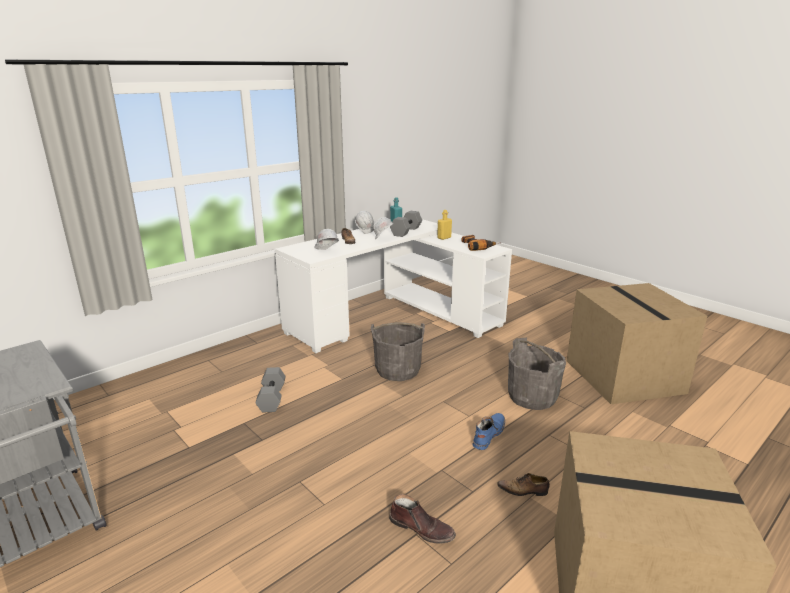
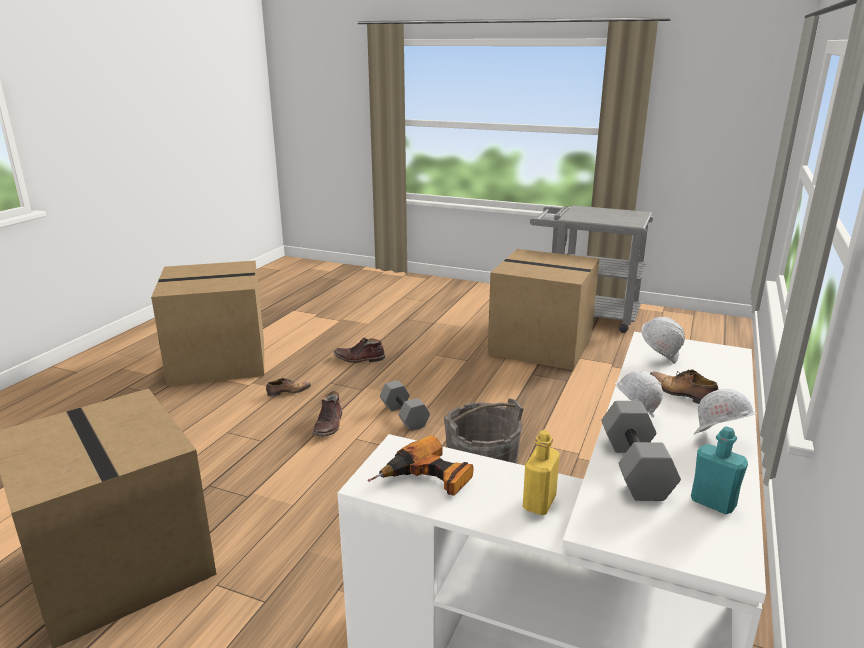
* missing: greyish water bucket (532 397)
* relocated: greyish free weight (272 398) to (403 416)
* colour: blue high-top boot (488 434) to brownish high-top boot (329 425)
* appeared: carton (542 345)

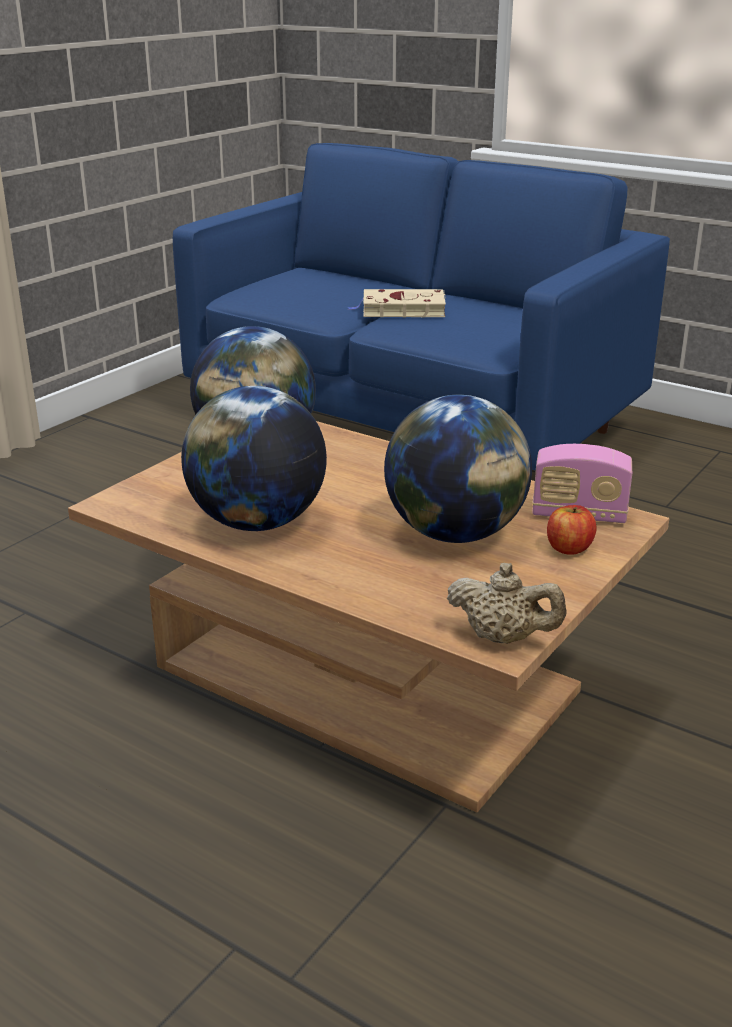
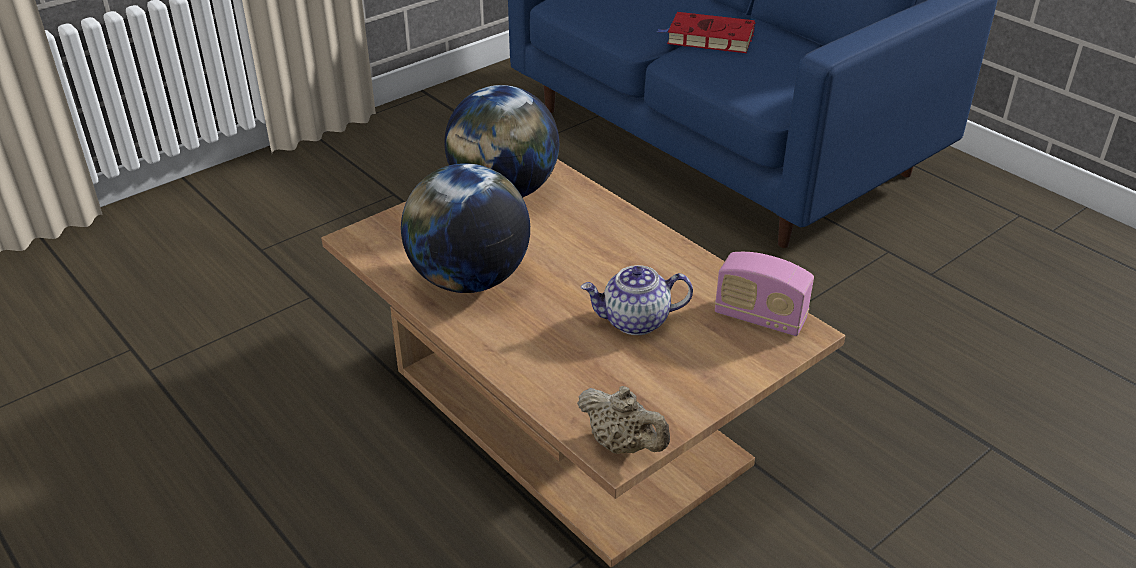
* colour: beige book (400 310) to reddish book (707 38)
* exchanged: globe (455 534) to pot for tea (635 321)
* missing: apple fruit (569 548)

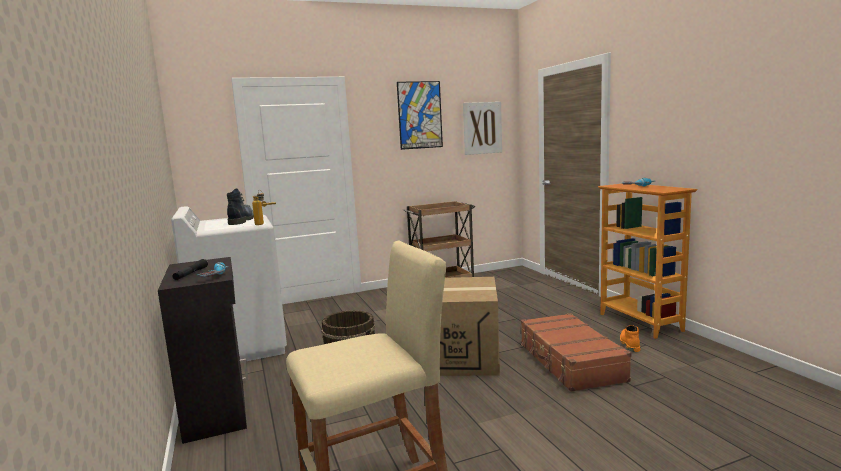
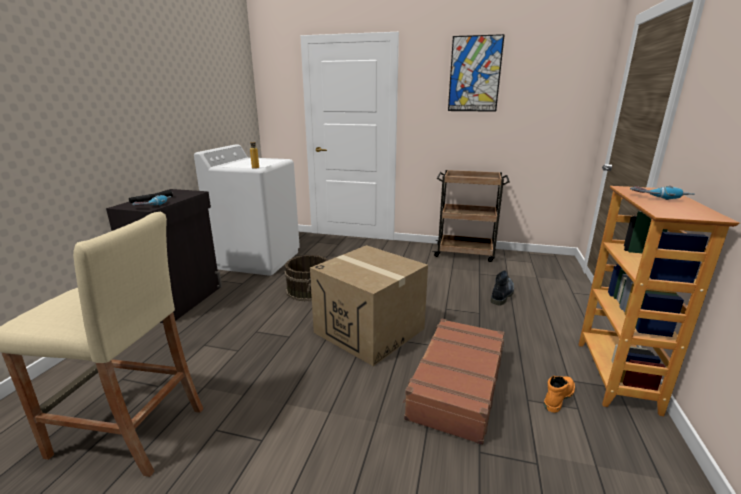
* missing: wall art (482 128)
* relocated: high-top boot (241 220) to (502 294)

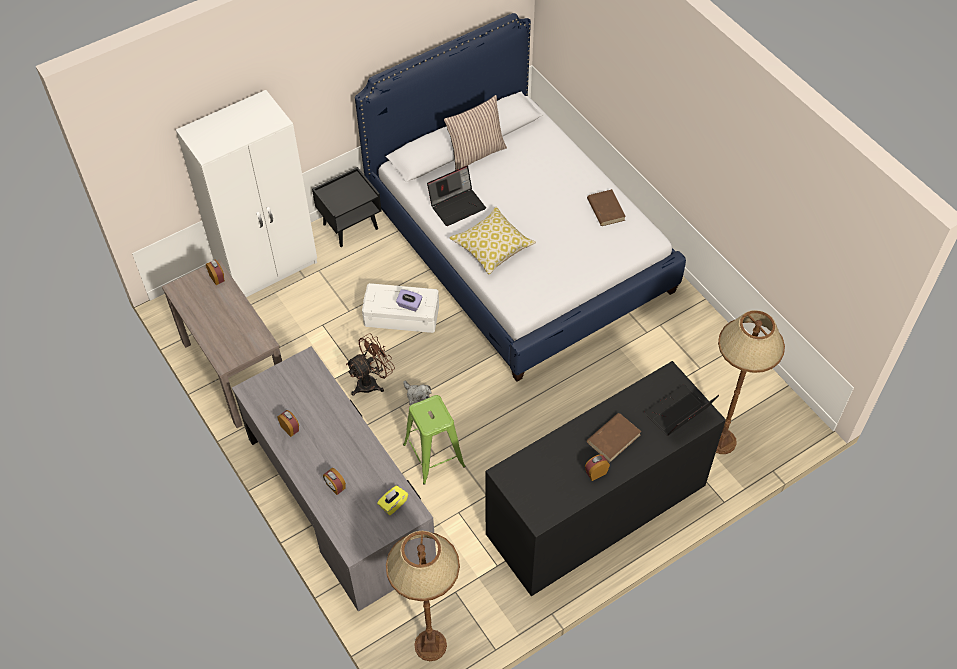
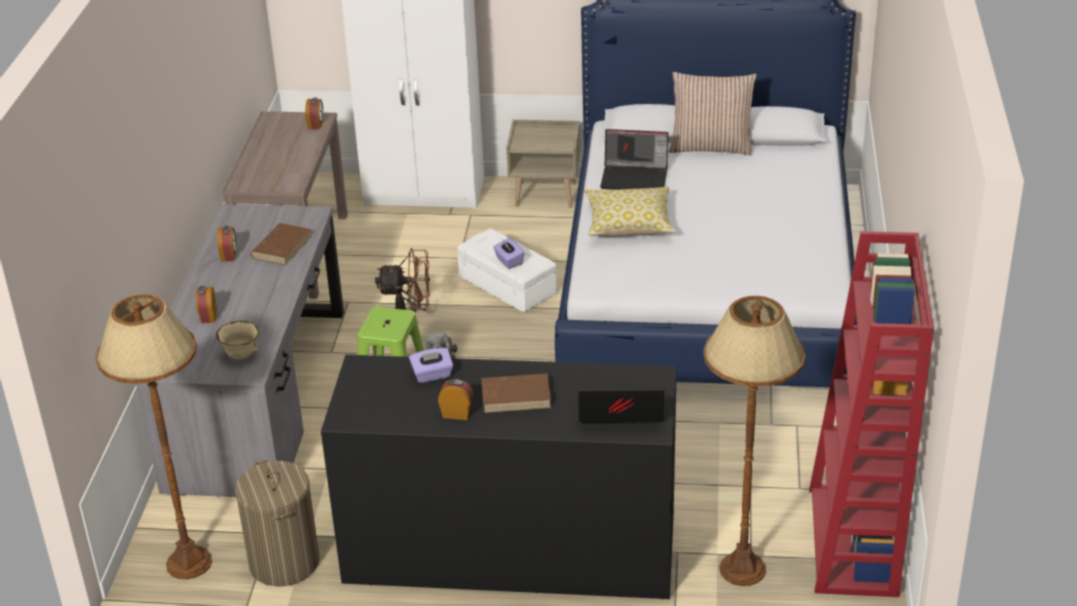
* colour: black-coloured bedside table (350 226) to beige bedside table (546 194)
* relocated: brownish book (605 209) to (282 247)
* exchanged: yellowish tissue box (393 504) to beige bowl (241 356)
* appeared: reddish bookcase (854 542)
* appeared: purple tissue box (432 375)
* appeared: laundry basket (284 562)

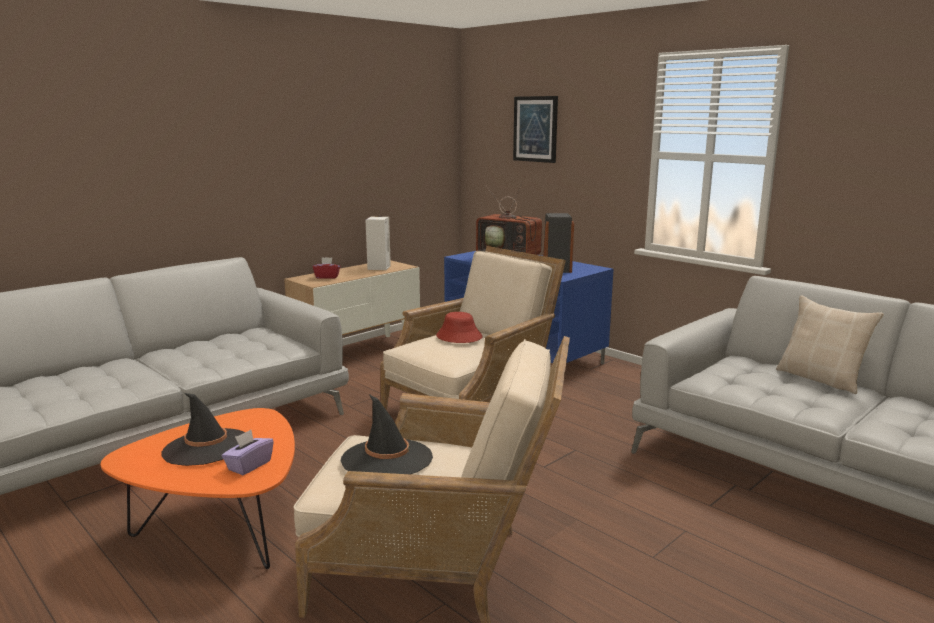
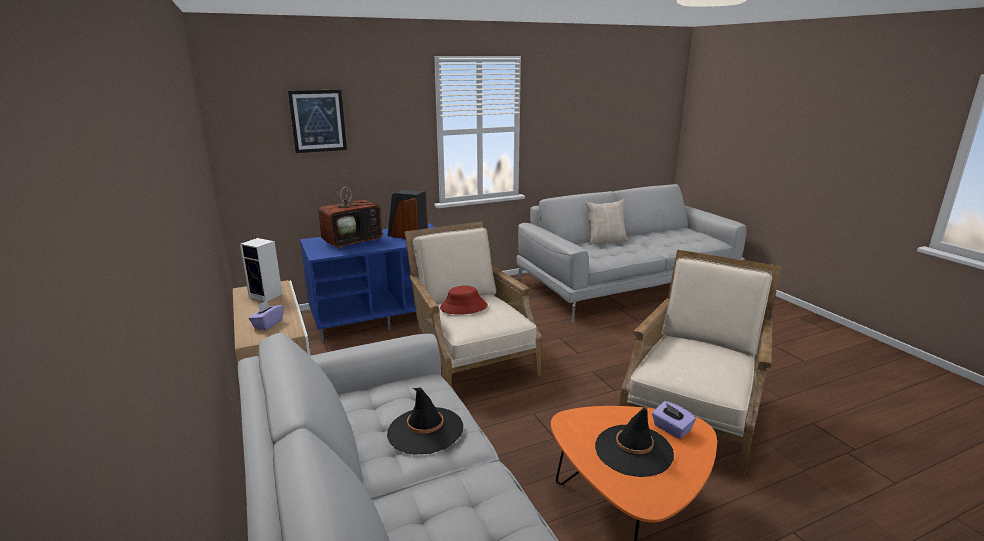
* colour: reddish tissue box (327 277) to purple tissue box (268 324)
* relocated: black-coloured clothing hat (387 459) to (425 430)

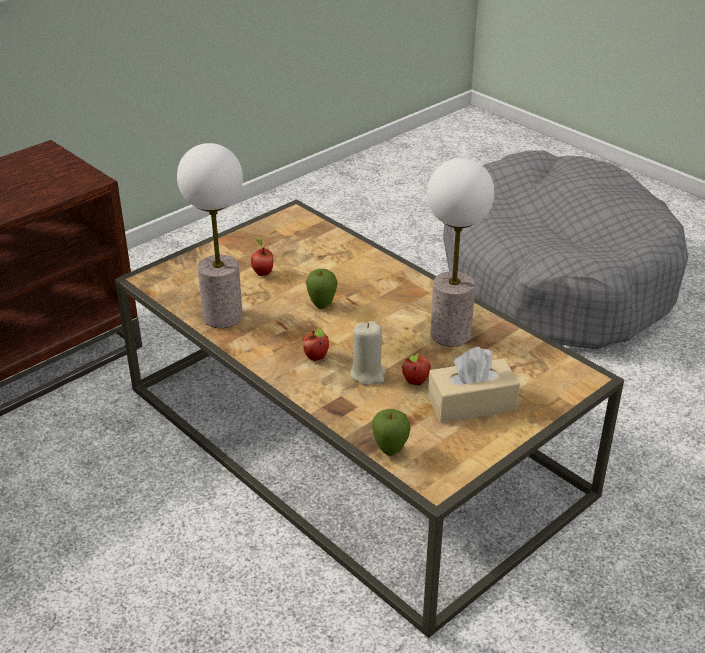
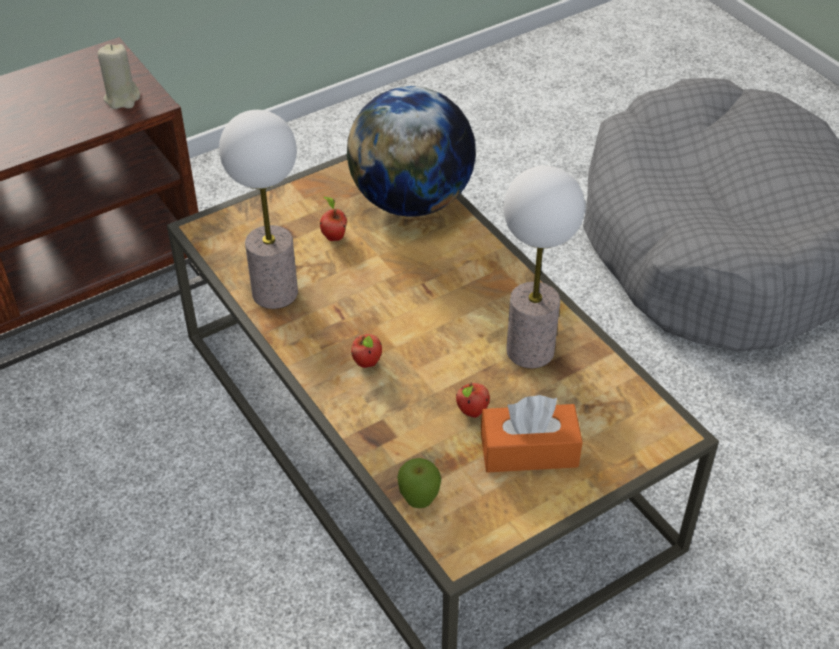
* missing: apple fruit (322 306)
* relocated: beige wax light (368 374) to (122 98)
* colour: beige tissue box (471 403) to orangey tissue box (529 450)
* appeared: globe (412 201)

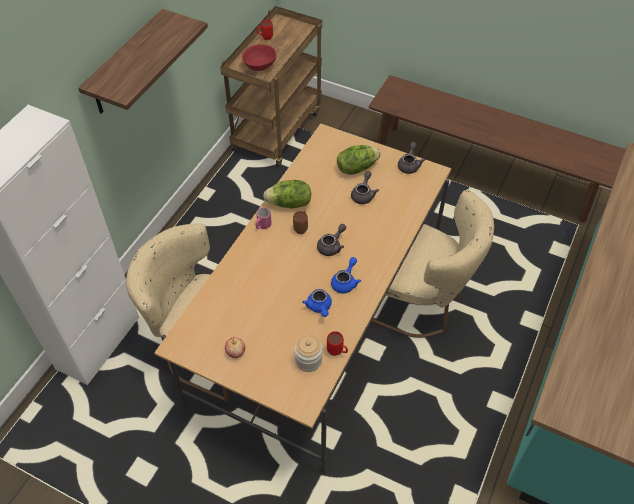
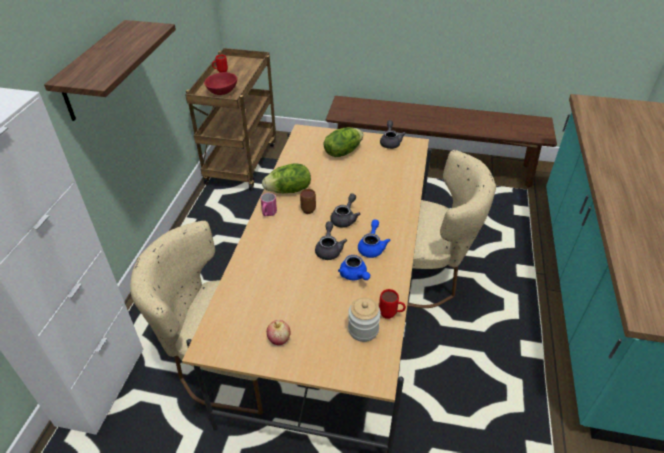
* relocated: greyish pot for tea (363 194) to (329 249)

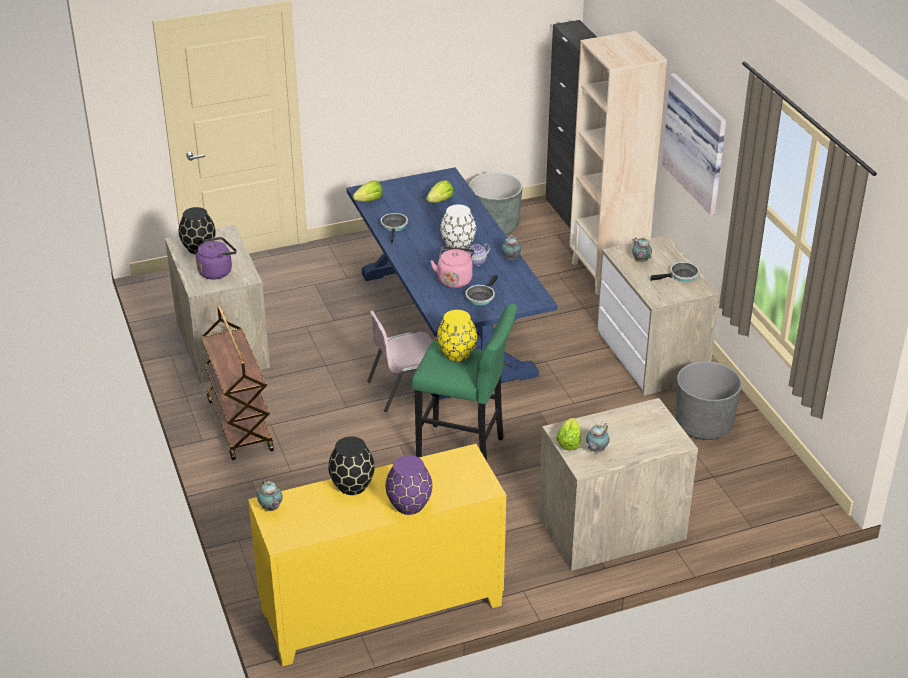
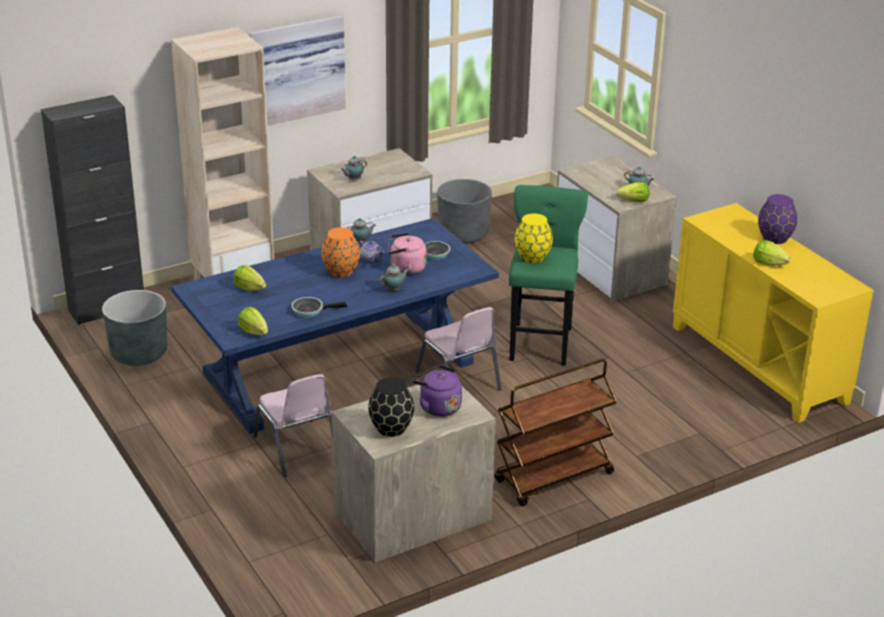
* colour: white flower vase (457 245) to orangey flower vase (340 272)
* missing: frying pan (681 276)
* exchanged: black-coloured flower vase (353 485) to lettuce head (769 263)
* relocated: pot for tea (271 509) to (394 290)
* appeared: pinkish chair (297 449)

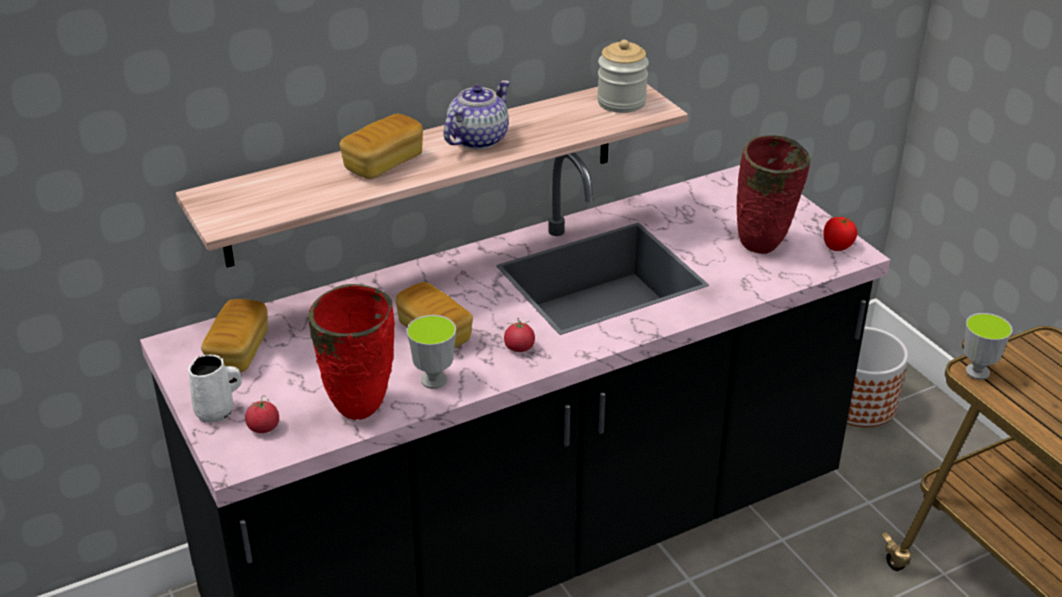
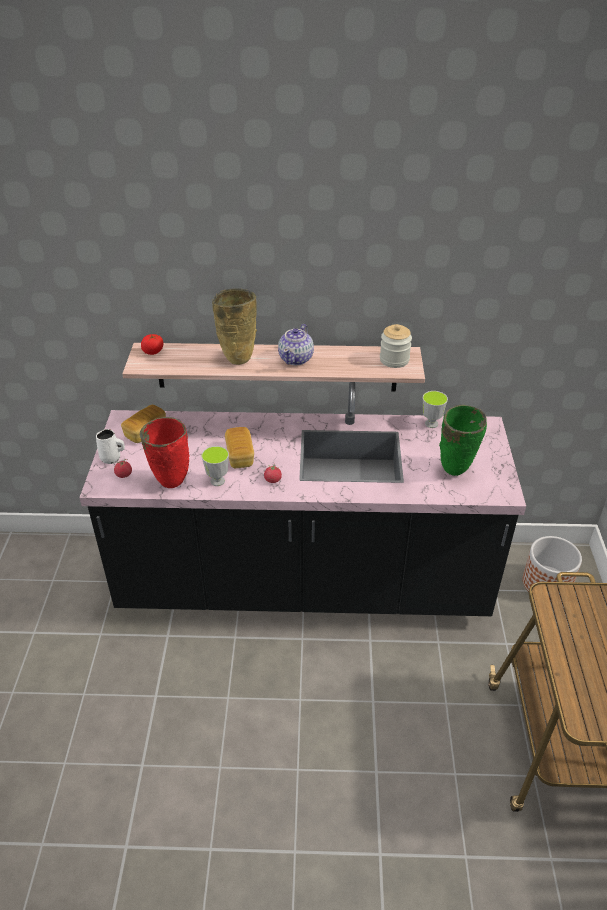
* spun: pot for tea (477 140) = (296 358) 135 degrees clockwise
* exchanged: bread (383 163) to beige flower vase (238 357)
* colour: reddish flower vase (763 247) to green-coloured flower vase (455 471)
* relocated: fresh tomato (837 246) to (153 352)
* relocated: cup (977 372) to (431 424)

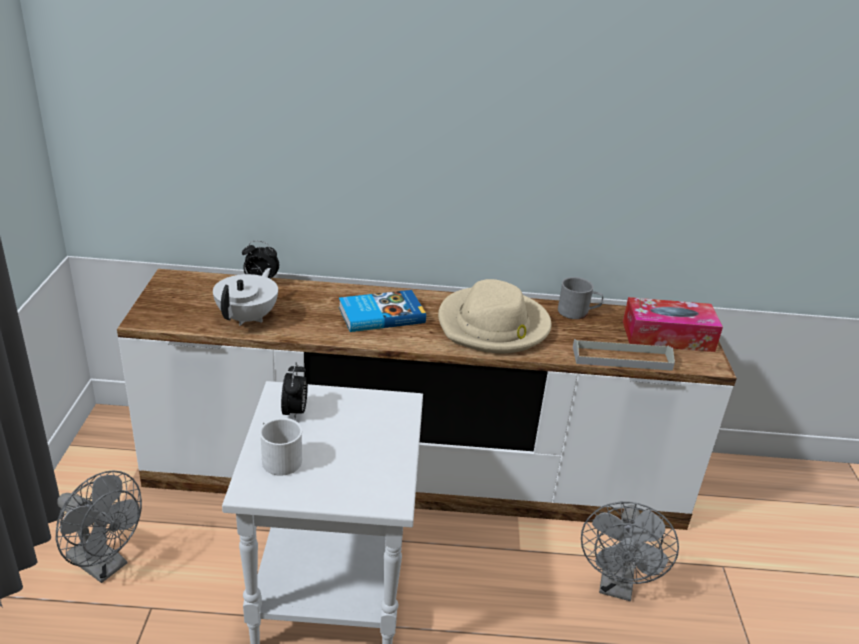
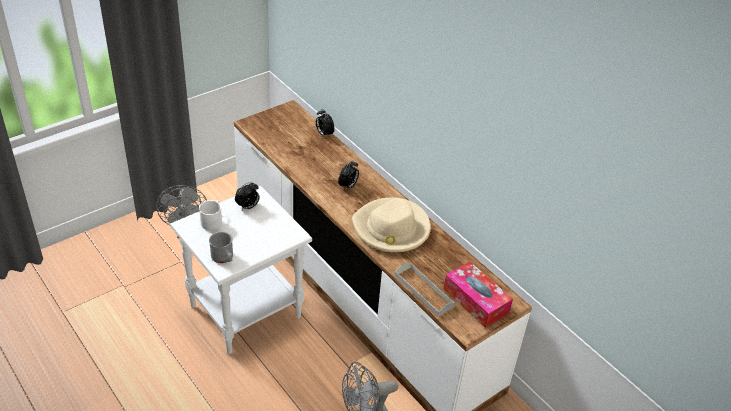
* missing: white pot for tea (248 317)
* relocated: greyish mug (578 312) to (223 258)
* exchanged: book (380 314) to table clock (348 186)

